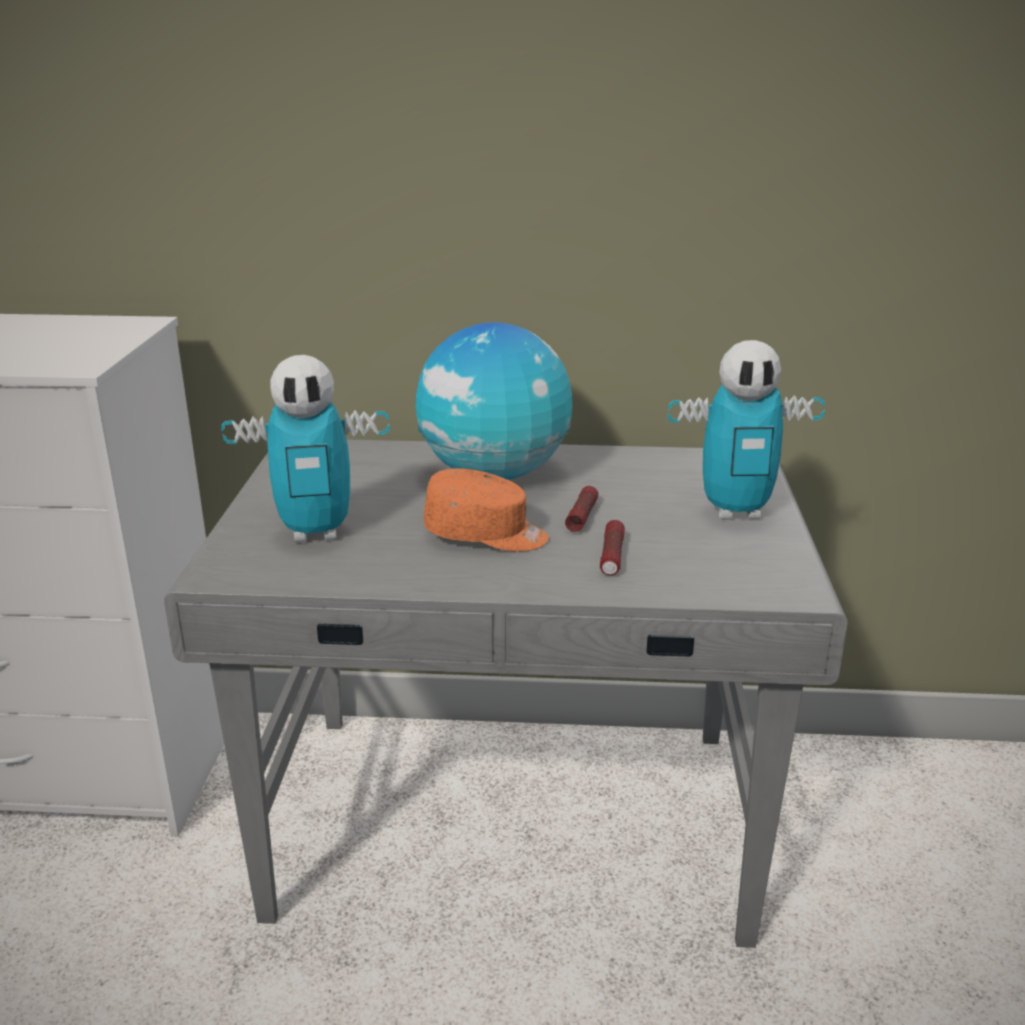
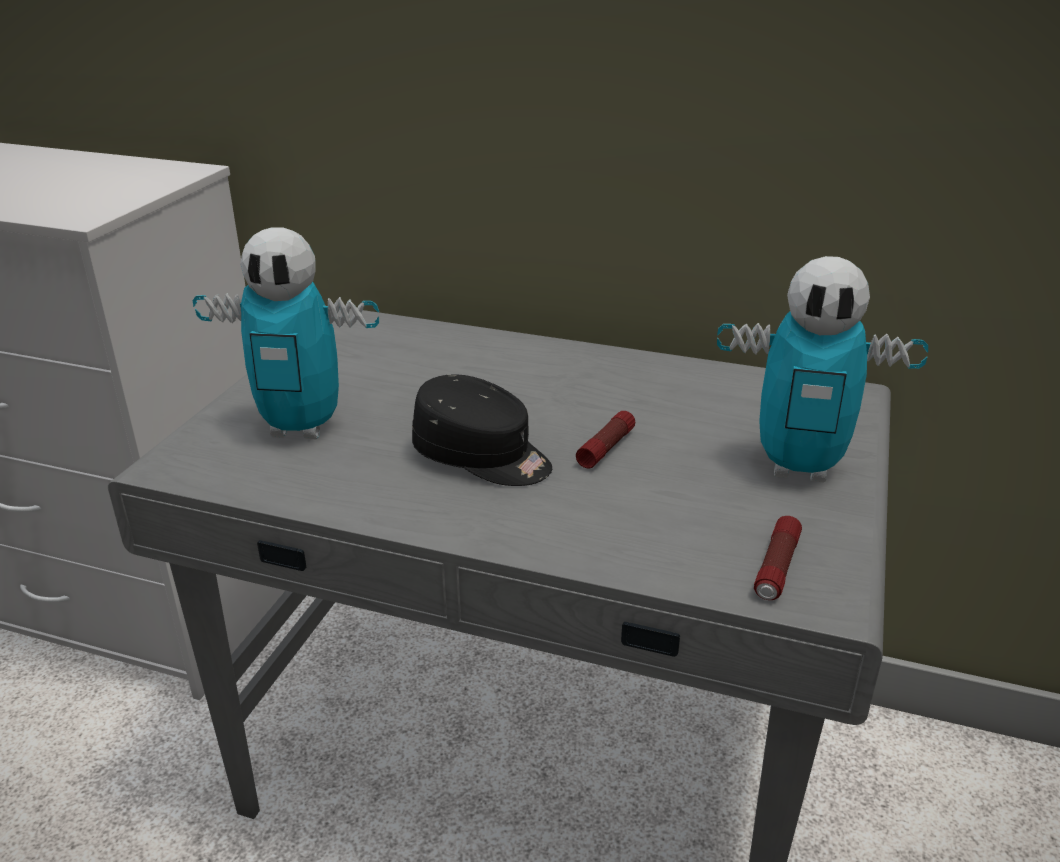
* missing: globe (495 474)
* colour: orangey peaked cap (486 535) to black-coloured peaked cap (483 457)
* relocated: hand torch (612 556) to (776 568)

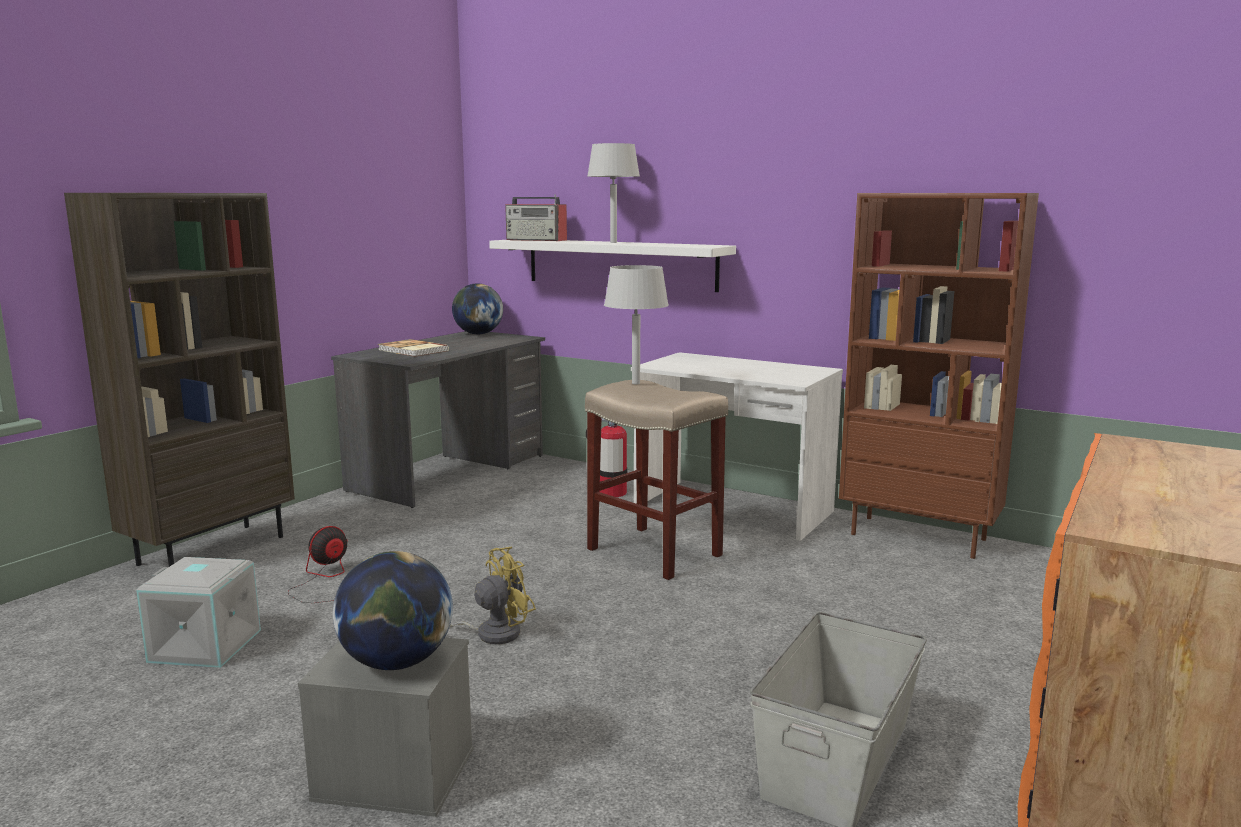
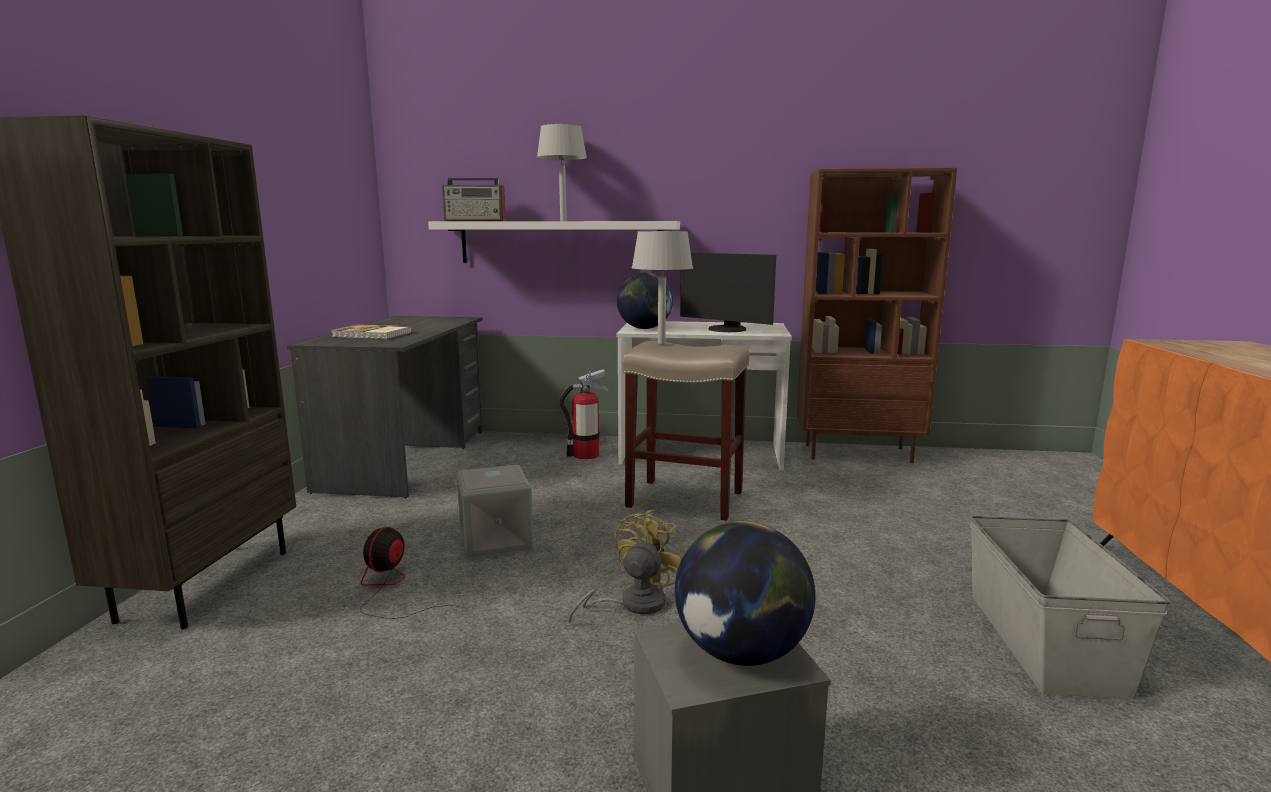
* relocated: globe (478 334) to (644 328)
* relocated: greyish storage box (203 646) to (495 541)
* appeared: computer display (726 330)

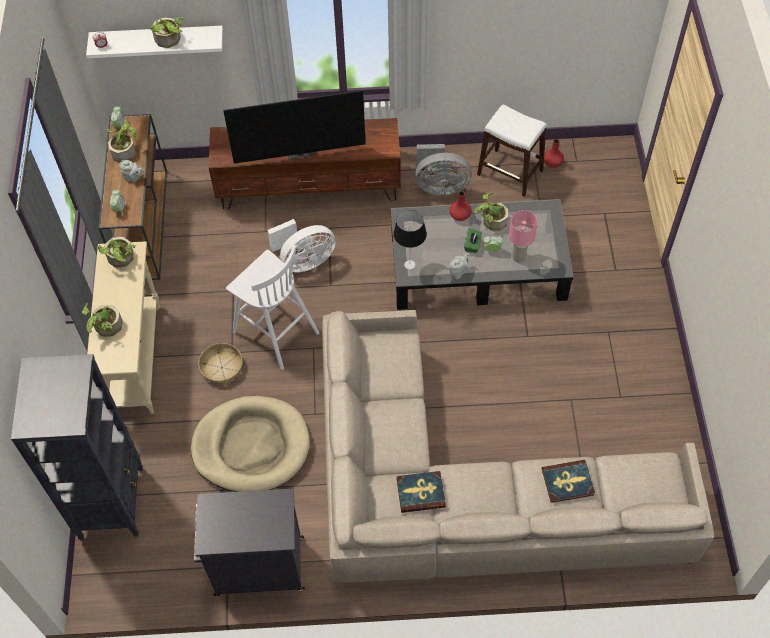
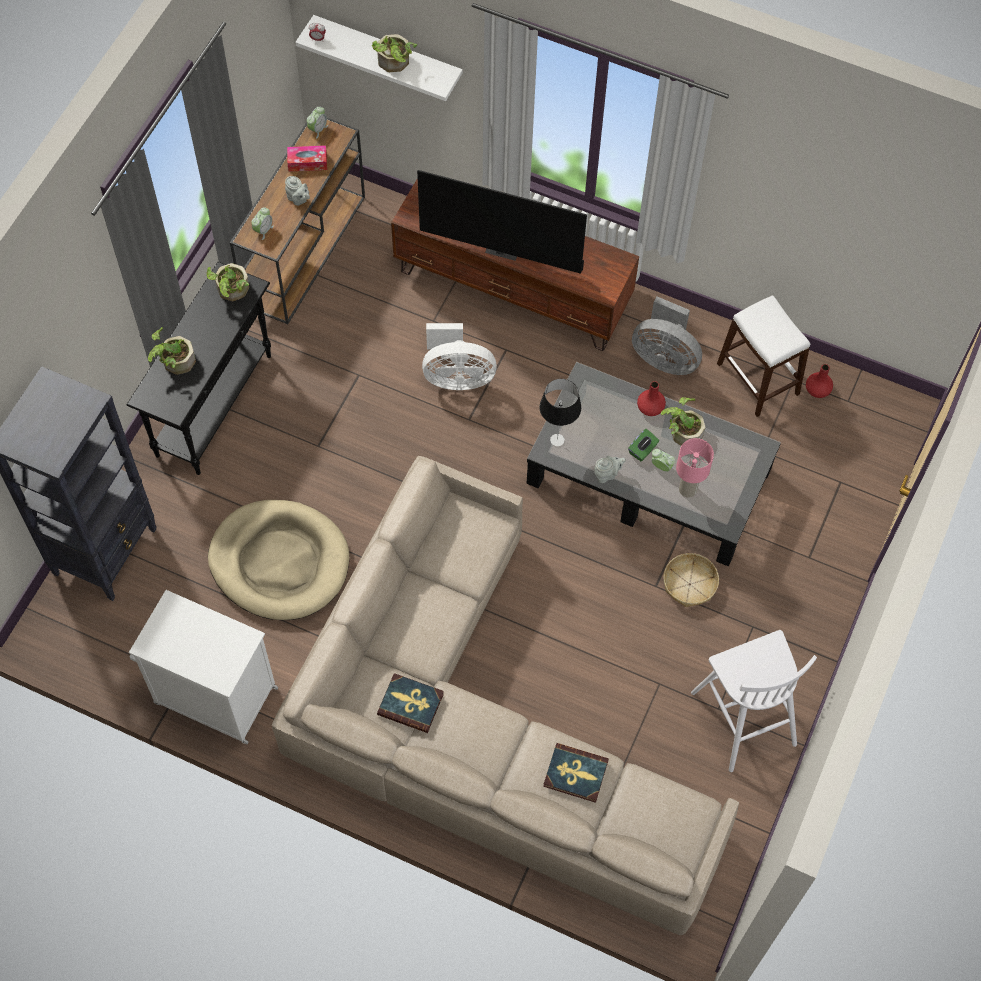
* exchanged: plant in a pot (125 150) to tissue box (307 162)
* colour: beige console table (137 359) to black-coloured console table (215 405)
* relocated: white sitting stool (274 332) to (742 716)
* relocated: household basket (221 367) to (689 584)
* colour: black-coloured cupboard (257 566) to white cupboard (213 695)

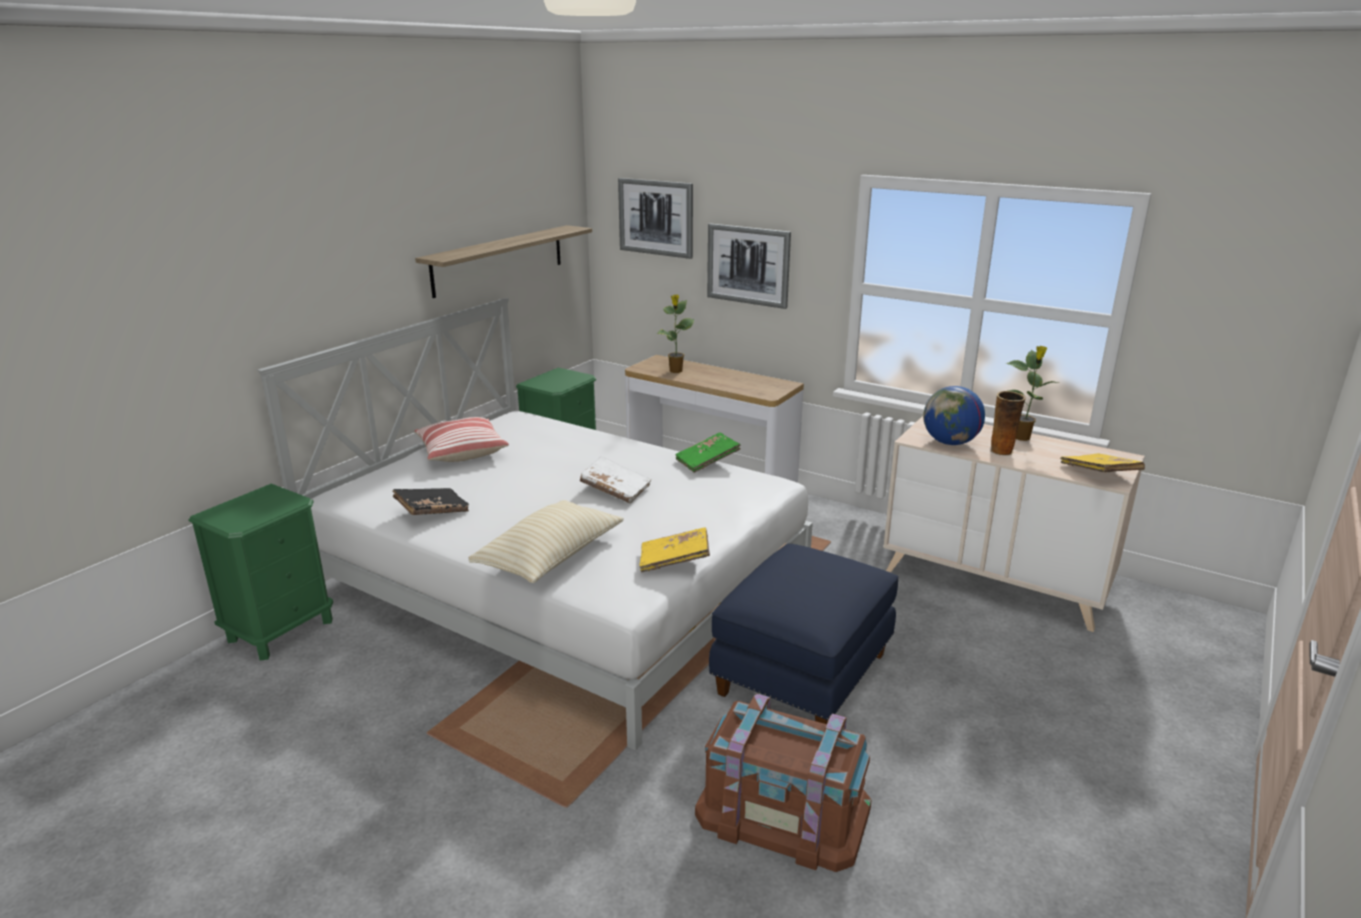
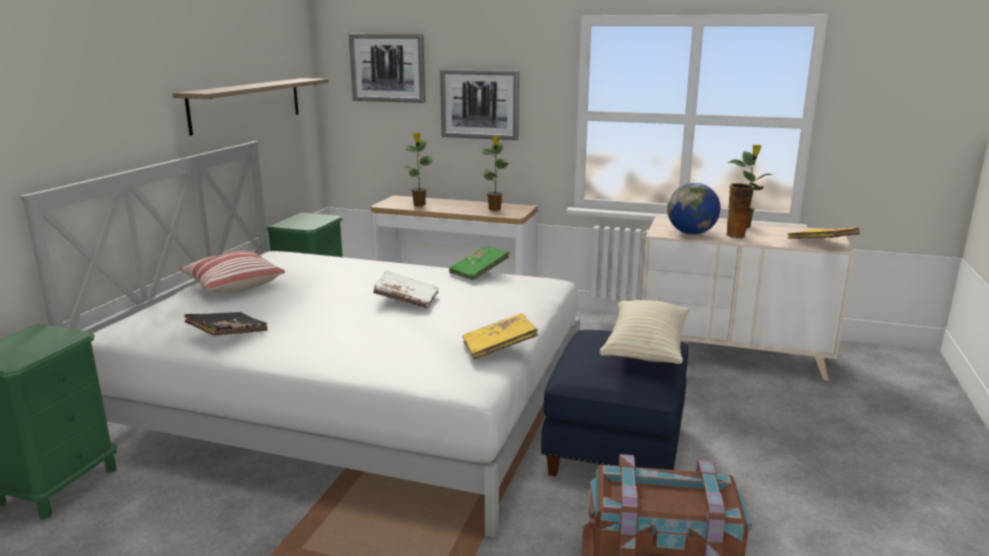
* relocated: beige throw pillow (550 557) to (645 348)
* appeared: plant in a pot (495 209)

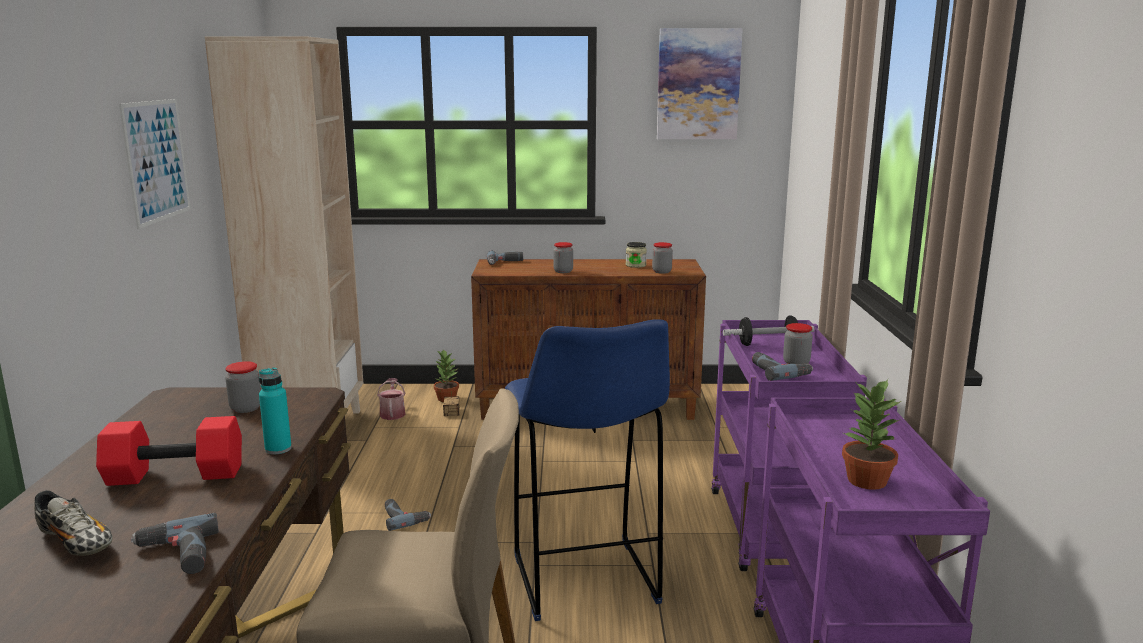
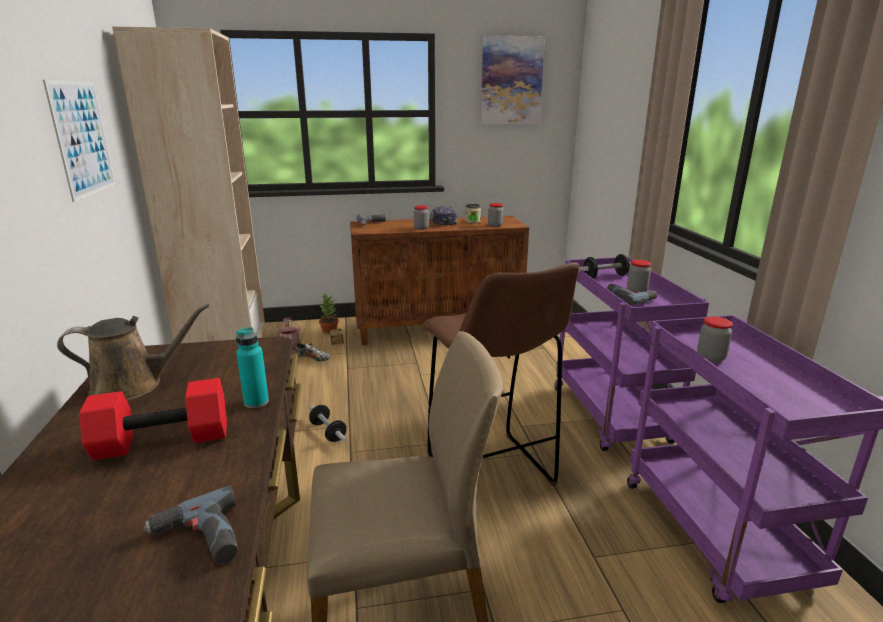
* colour: blue sitting stool (585 582) to brownish sitting stool (491 473)
* relocated: storage jar (246 408) to (711 357)
* missing: plant in a pot (865 481)
* relocated: shoe (76 543) to (313 359)
* exchanged: electric drill (404 517) to free weight (328 432)
* appeared: peaked cap (443 222)
* appeared: brownish sprinkling can (134 385)

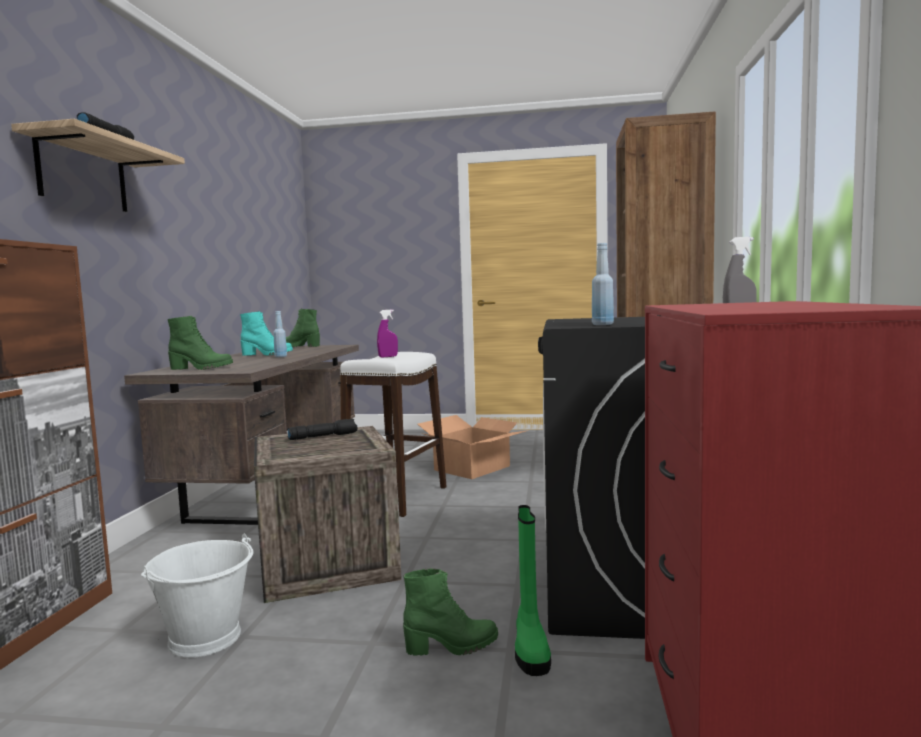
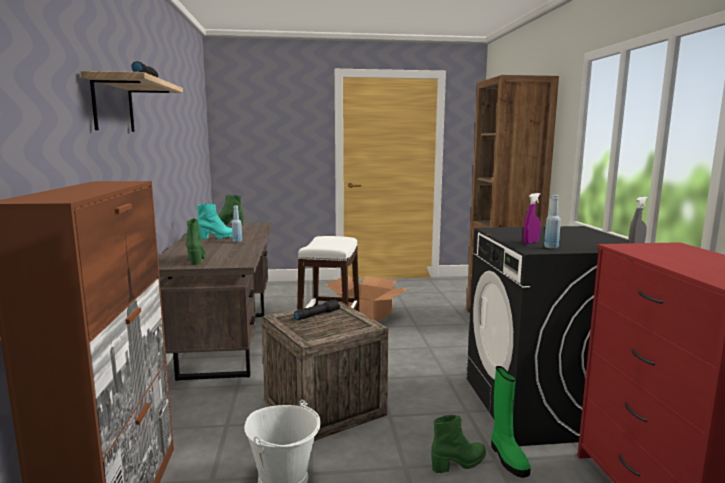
* relocated: purple hand sprayer (388 357) to (531 242)
* spun: green-coloured high-top boot (201 368) = (196 259) 90 degrees counterclockwise

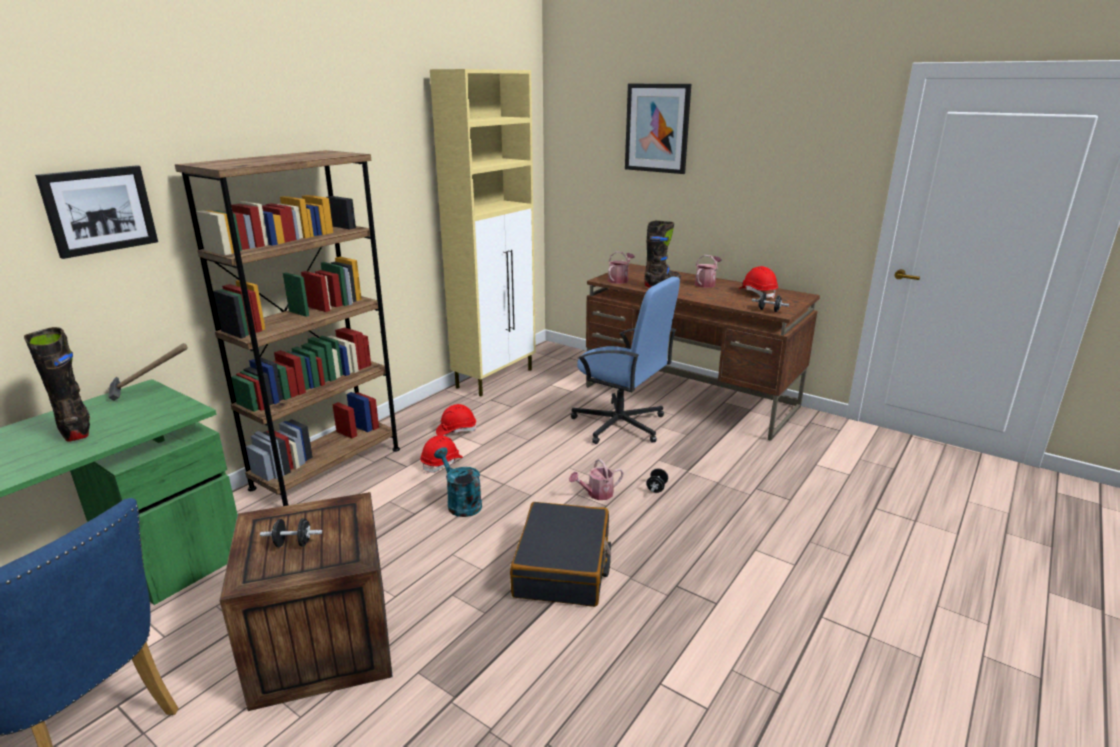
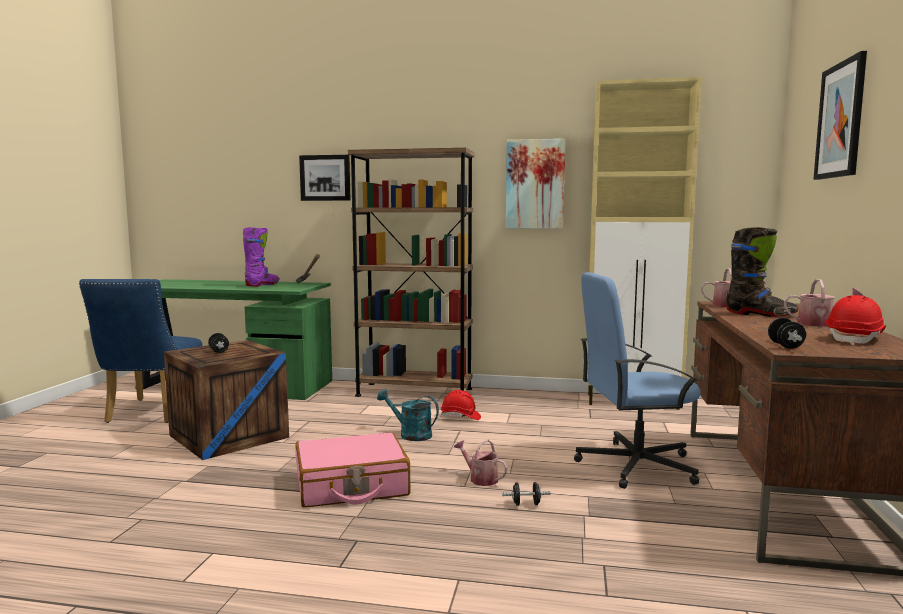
* spun: blue computer chair (620 425) = (634 465) 75 degrees clockwise
* colour: black-coloured high-top boot (76 428) to purple high-top boot (262 285)
* missing: reddish safety helmet (456 430)
* spun: turquoise sprinkling can (460 503) = (410 434) 90 degrees counterclockwise
* colour: black-coloured travel case (563 567) to pinkish travel case (351 486)
* appeared: wall art (535 184)

